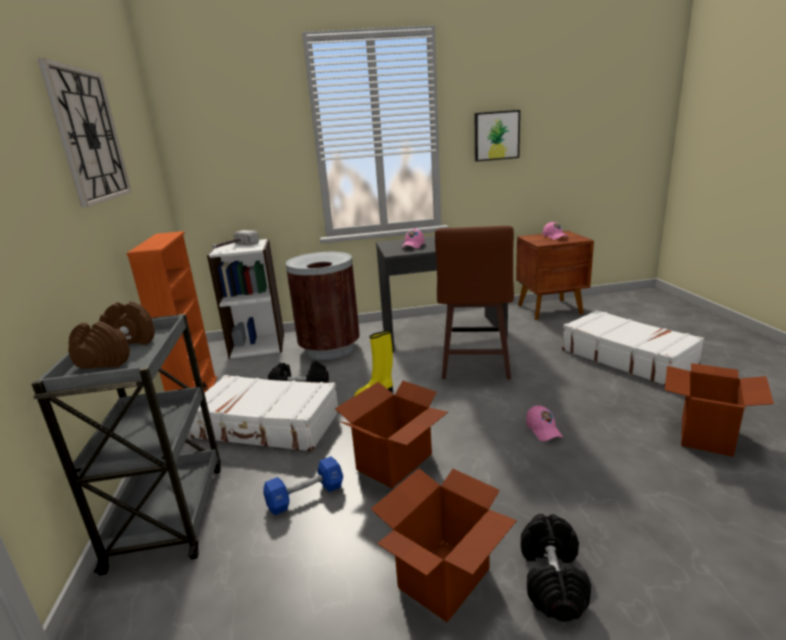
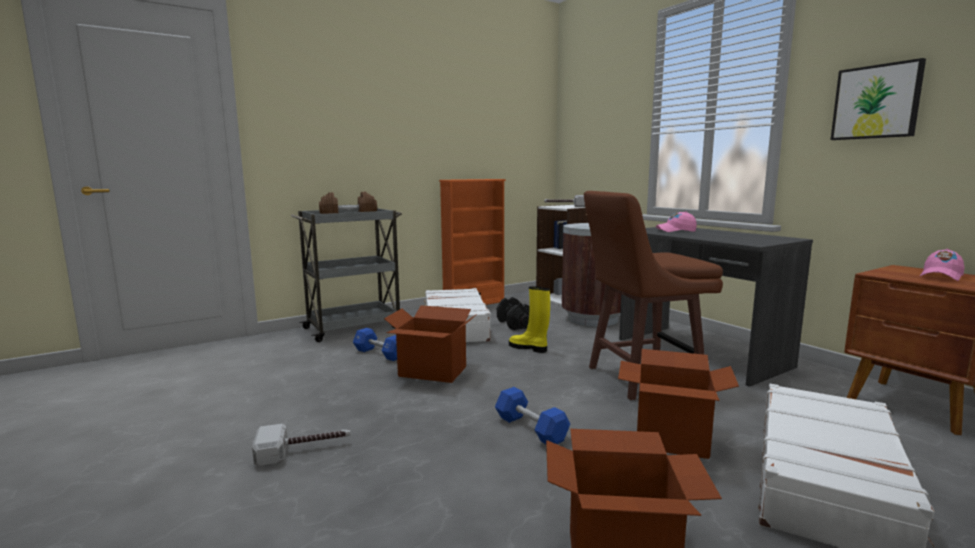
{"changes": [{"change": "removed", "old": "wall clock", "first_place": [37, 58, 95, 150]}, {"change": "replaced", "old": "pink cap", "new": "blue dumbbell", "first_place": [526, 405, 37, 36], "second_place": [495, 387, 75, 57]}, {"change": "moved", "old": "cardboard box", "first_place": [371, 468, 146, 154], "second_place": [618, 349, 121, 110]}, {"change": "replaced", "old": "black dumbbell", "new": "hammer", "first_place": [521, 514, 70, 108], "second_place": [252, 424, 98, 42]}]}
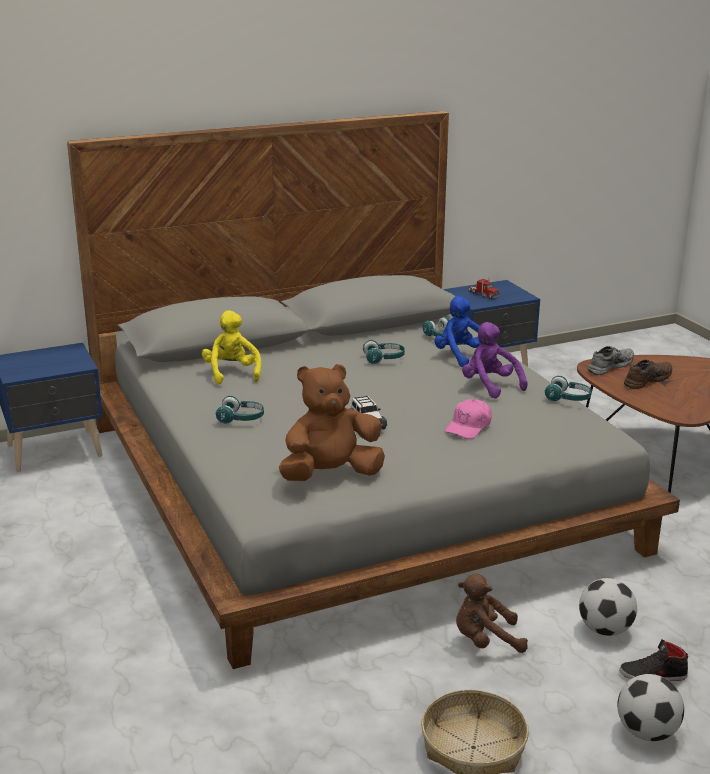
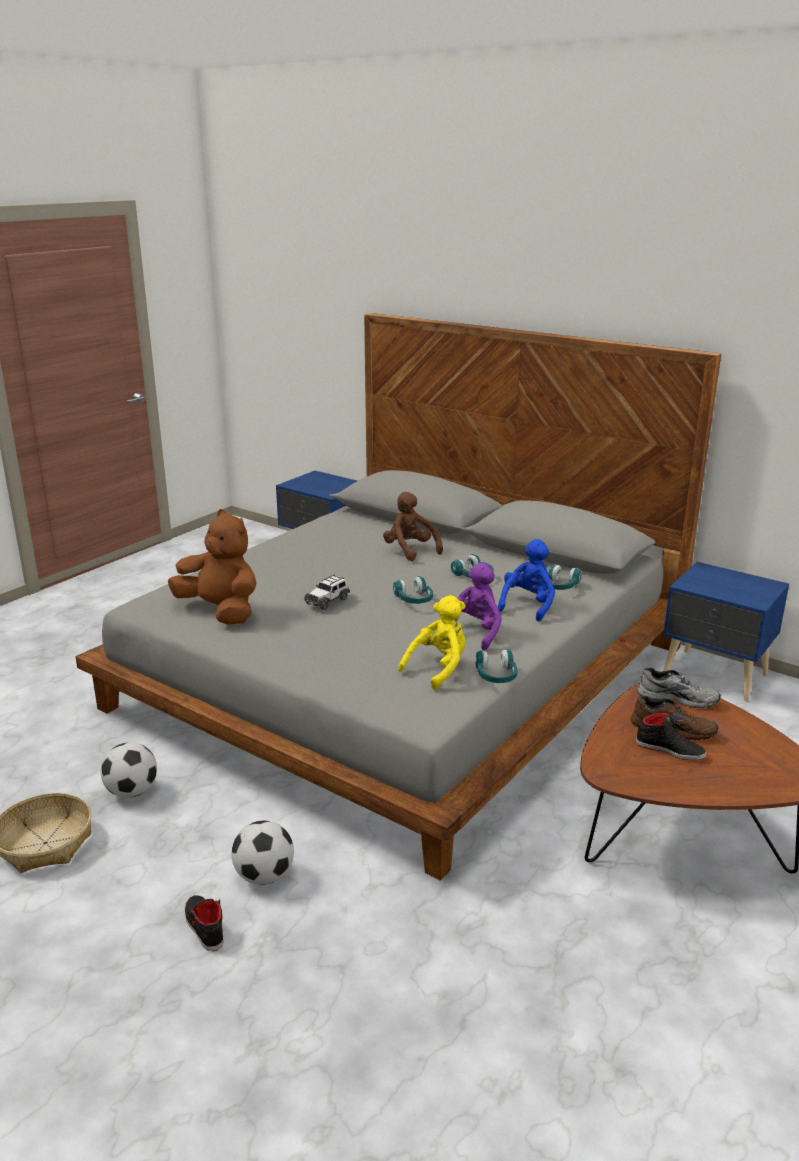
{"changes": [{"change": "removed", "old": "toy truck", "first_place": [468, 278, 31, 21]}, {"change": "moved", "old": "yellow plush toy", "first_place": [202, 310, 59, 75], "second_place": [398, 595, 68, 95]}, {"change": "moved", "old": "turquoise headphones", "first_place": [216, 396, 48, 28], "second_place": [393, 576, 40, 28]}, {"change": "removed", "old": "pink cap", "first_place": [445, 399, 47, 40]}, {"change": "moved", "old": "brown plush toy", "first_place": [456, 573, 72, 80], "second_place": [383, 492, 60, 69]}, {"change": "moved", "old": "football", "first_place": [617, 674, 67, 67], "second_place": [101, 742, 56, 56]}, {"change": "added", "new": "black shoe", "second_place": [635, 711, 71, 49]}]}
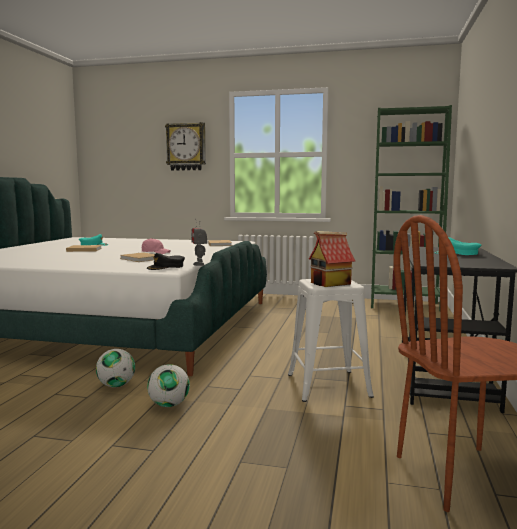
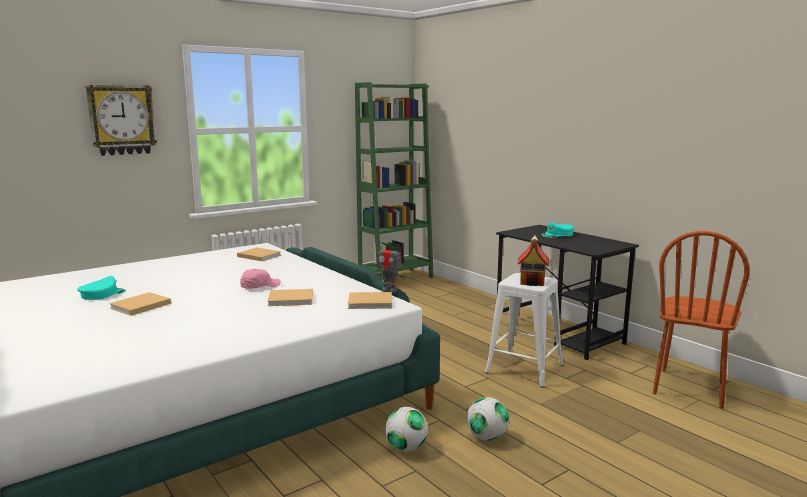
{"changes": [{"change": "replaced", "old": "black cap", "new": "beige book", "first_place": [147, 253, 38, 17], "second_place": [348, 292, 44, 17]}]}
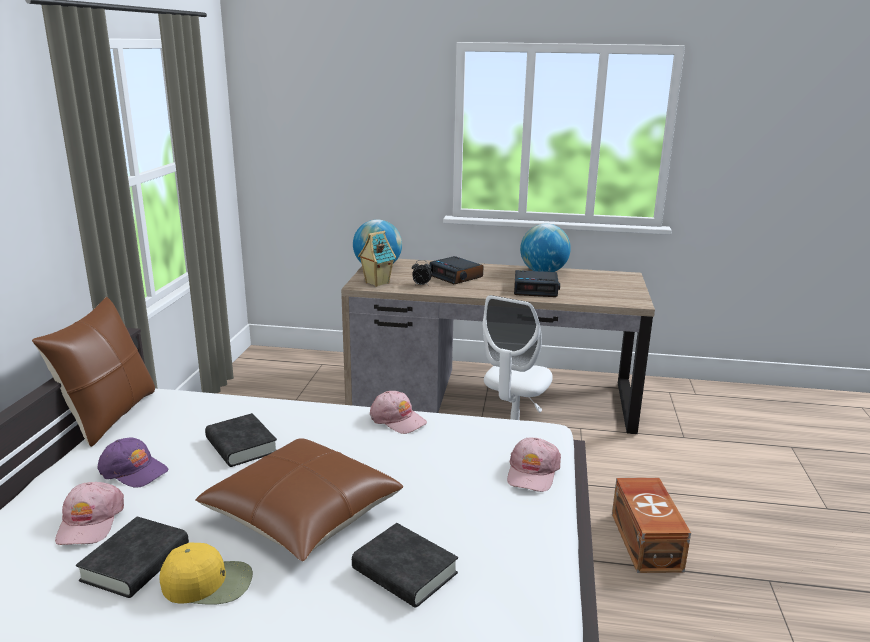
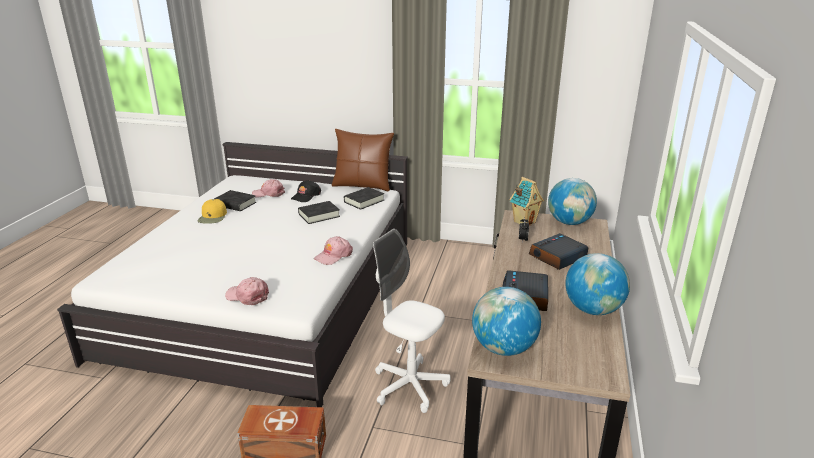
{"changes": [{"change": "recoloured", "old": "purple cap", "new": "black cap", "first_place": [97, 437, 71, 51], "second_place": [291, 180, 30, 22]}, {"change": "removed", "old": "brown pillow", "first_place": [195, 438, 208, 123]}, {"change": "moved", "old": "black book", "first_place": [352, 523, 106, 85], "second_place": [344, 187, 40, 23]}, {"change": "added", "new": "globe", "second_place": [472, 287, 69, 69]}]}
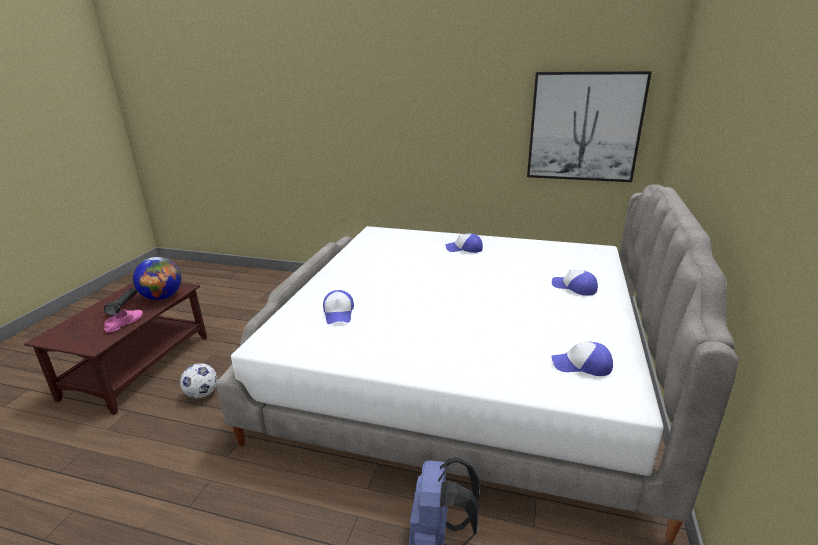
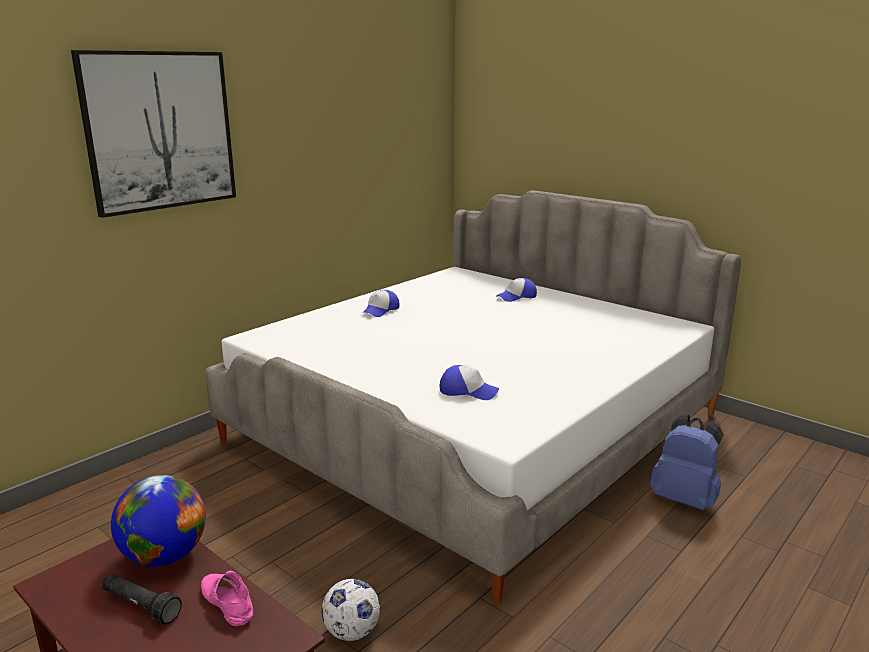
{"changes": [{"change": "moved", "old": "picture", "first_place": [527, 71, 125, 111], "second_place": [71, 50, 165, 168]}, {"change": "removed", "old": "cap", "first_place": [552, 341, 61, 35]}]}
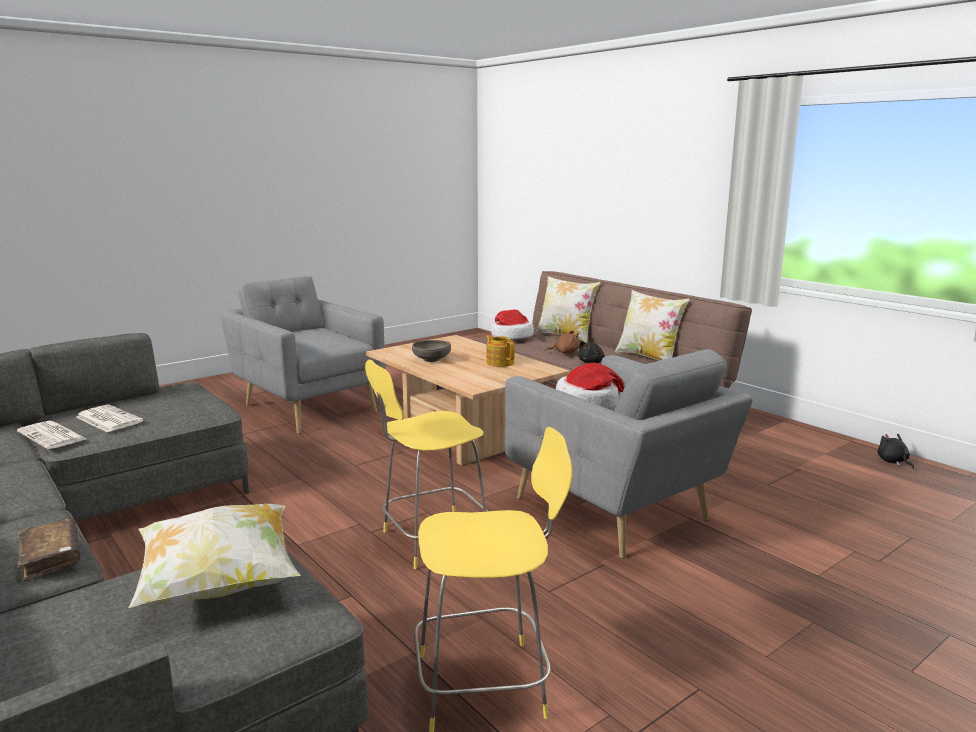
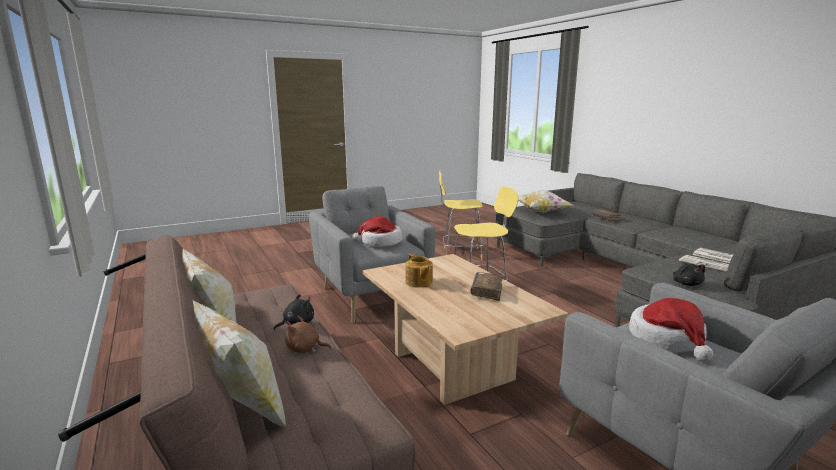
{"changes": [{"change": "moved", "old": "hat", "first_place": [491, 309, 43, 31], "second_place": [629, 298, 84, 64]}, {"change": "replaced", "old": "grey bowl", "new": "brown book", "first_place": [412, 340, 39, 22], "second_place": [470, 272, 33, 29]}, {"change": "moved", "old": "black plush toy", "first_place": [877, 434, 37, 35], "second_place": [673, 264, 32, 22]}]}
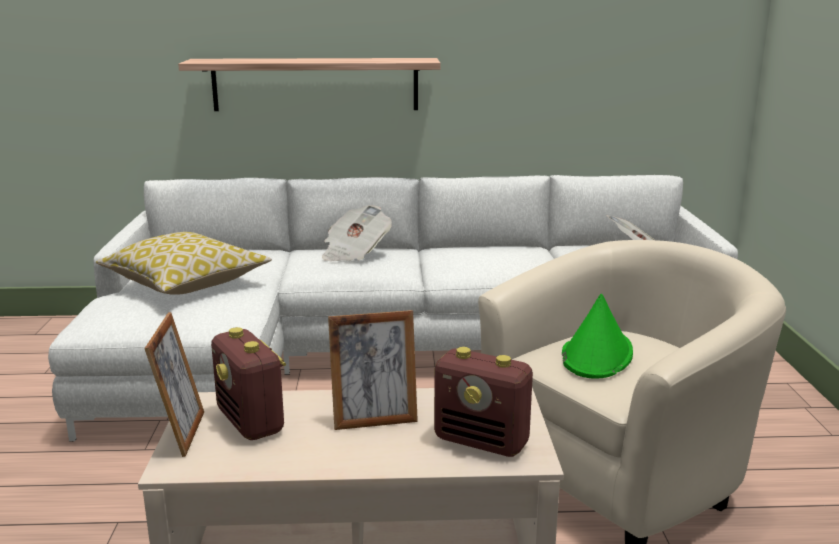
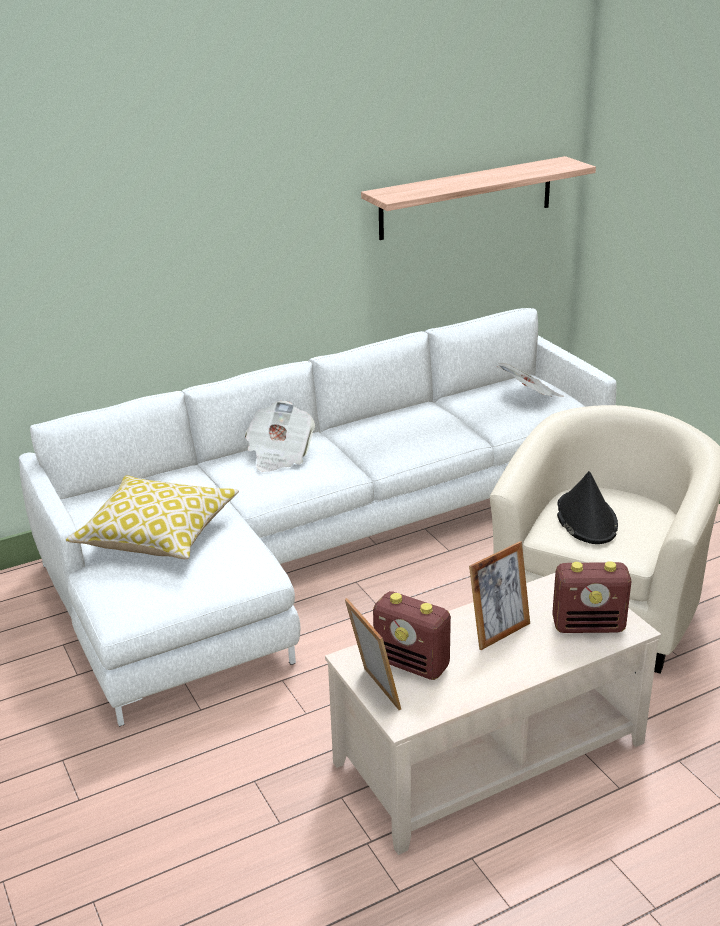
{"changes": [{"change": "moved", "old": "shelf", "first_place": [178, 58, 262, 53], "second_place": [361, 156, 235, 84]}, {"change": "recoloured", "old": "green hat", "new": "black hat", "first_place": [562, 294, 71, 85], "second_place": [557, 471, 61, 73]}]}
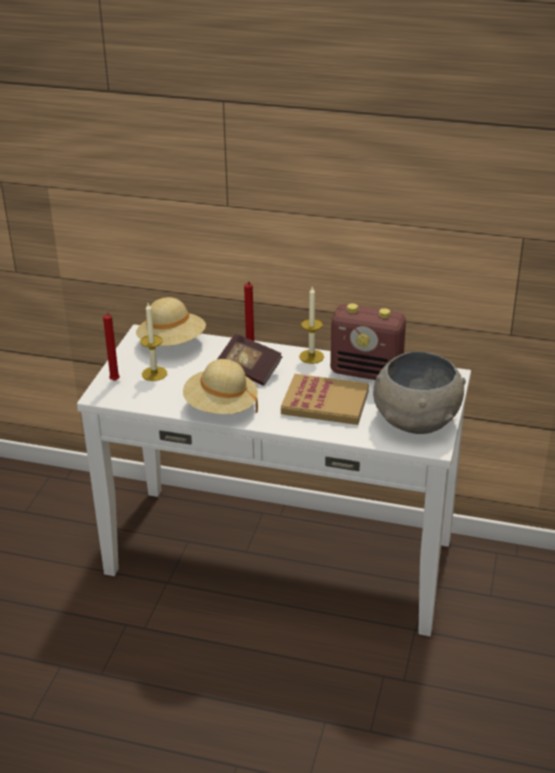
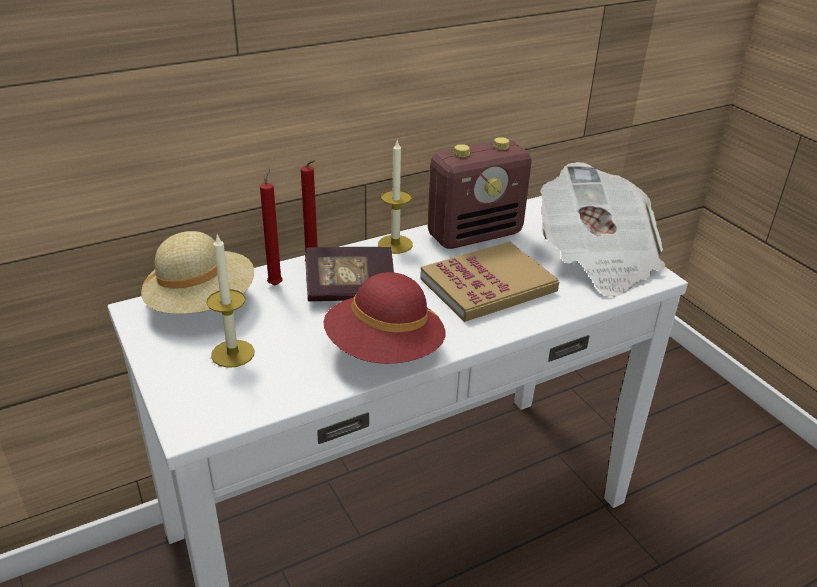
{"changes": [{"change": "moved", "old": "red candle", "first_place": [103, 306, 17, 75], "second_place": [260, 167, 23, 119]}, {"change": "replaced", "old": "grey bowl", "new": "newspaper", "first_place": [373, 351, 93, 83], "second_place": [541, 162, 124, 135]}, {"change": "recoloured", "old": "beige hat", "new": "red hat", "first_place": [183, 359, 75, 55], "second_place": [323, 272, 123, 92]}]}
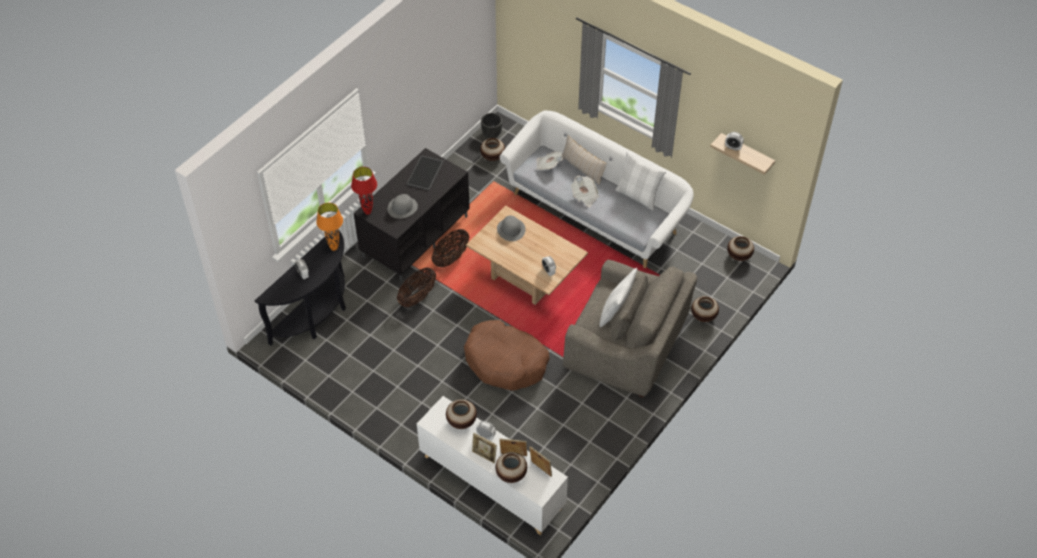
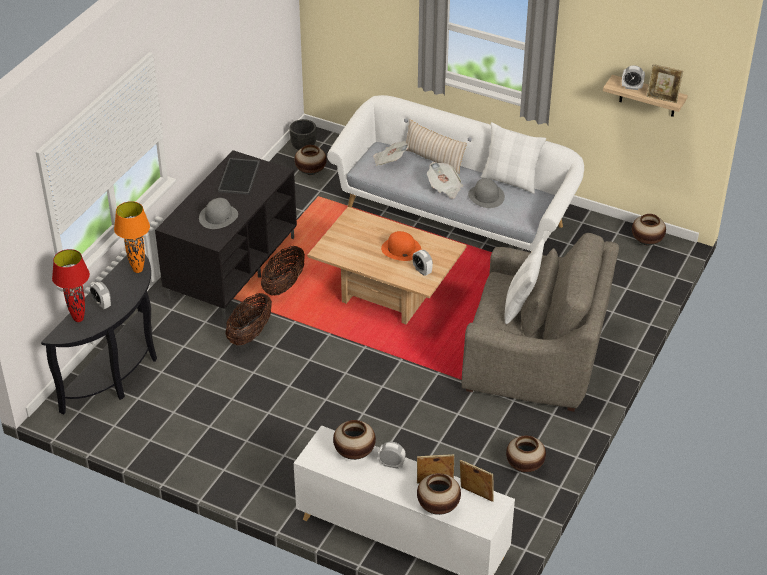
{"changes": [{"change": "moved", "old": "red table lamp", "first_place": [351, 167, 26, 48], "second_place": [52, 249, 38, 73]}, {"change": "moved", "old": "grey hat", "first_place": [497, 215, 29, 26], "second_place": [468, 178, 37, 30]}, {"change": "moved", "old": "vase", "first_place": [691, 296, 28, 26], "second_place": [506, 435, 40, 38]}, {"change": "removed", "old": "brown dog bed", "first_place": [464, 320, 86, 71]}, {"change": "moved", "old": "picture frame", "first_place": [472, 433, 25, 31], "second_place": [647, 64, 36, 39]}, {"change": "added", "new": "orange hat", "second_place": [381, 231, 40, 30]}]}
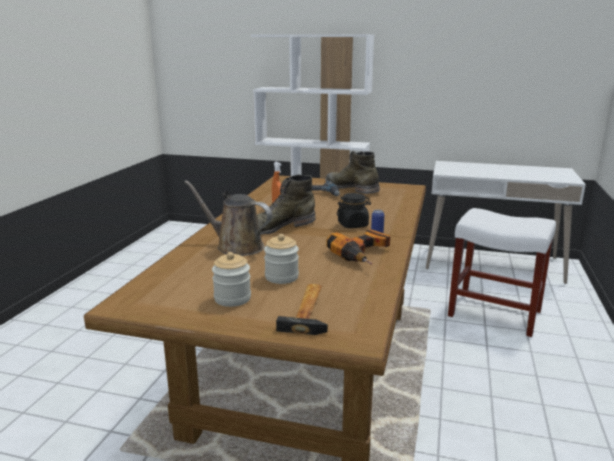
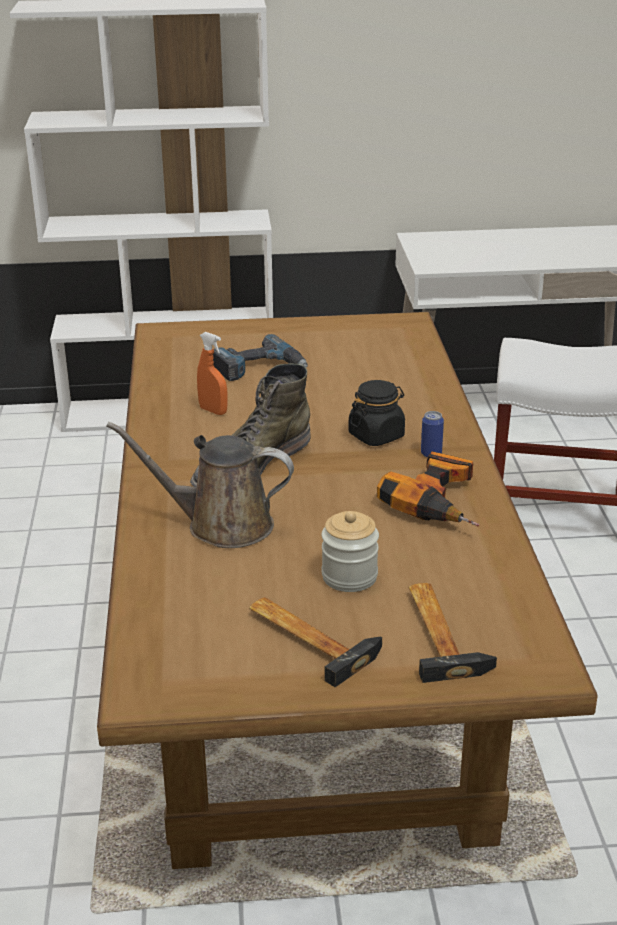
{"changes": [{"change": "removed", "old": "green boot", "first_place": [325, 151, 55, 43]}, {"change": "replaced", "old": "jar", "new": "hammer", "first_place": [212, 252, 39, 55], "second_place": [249, 597, 133, 90]}]}
